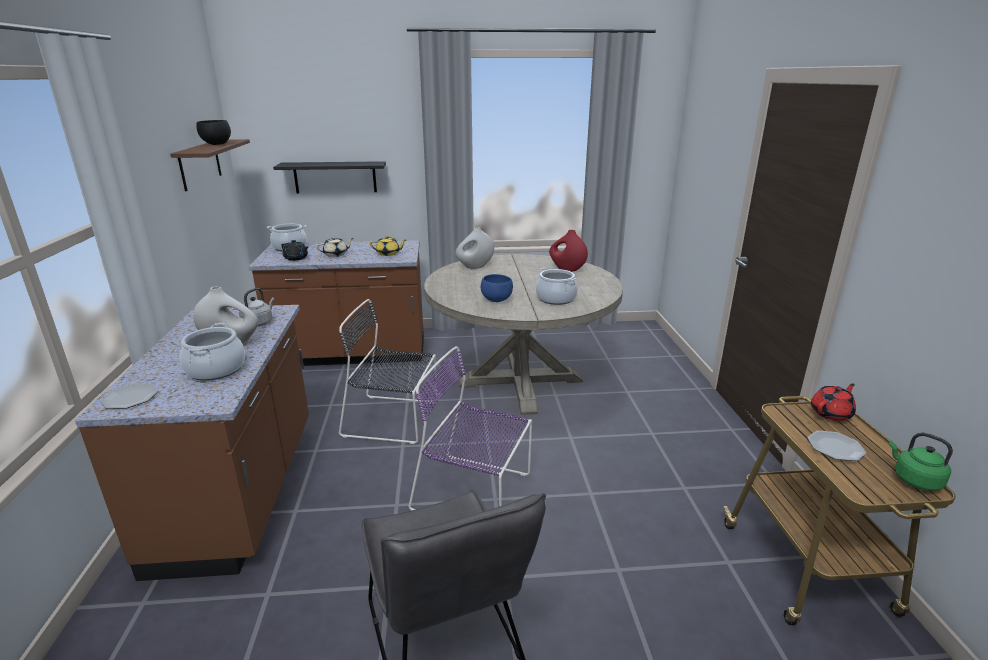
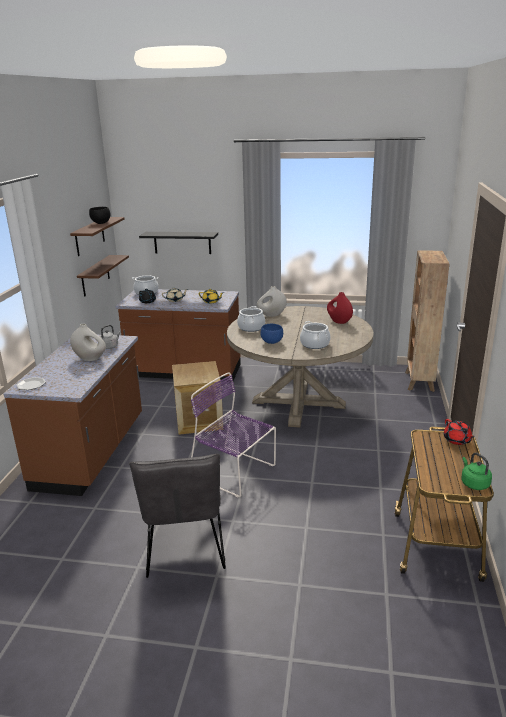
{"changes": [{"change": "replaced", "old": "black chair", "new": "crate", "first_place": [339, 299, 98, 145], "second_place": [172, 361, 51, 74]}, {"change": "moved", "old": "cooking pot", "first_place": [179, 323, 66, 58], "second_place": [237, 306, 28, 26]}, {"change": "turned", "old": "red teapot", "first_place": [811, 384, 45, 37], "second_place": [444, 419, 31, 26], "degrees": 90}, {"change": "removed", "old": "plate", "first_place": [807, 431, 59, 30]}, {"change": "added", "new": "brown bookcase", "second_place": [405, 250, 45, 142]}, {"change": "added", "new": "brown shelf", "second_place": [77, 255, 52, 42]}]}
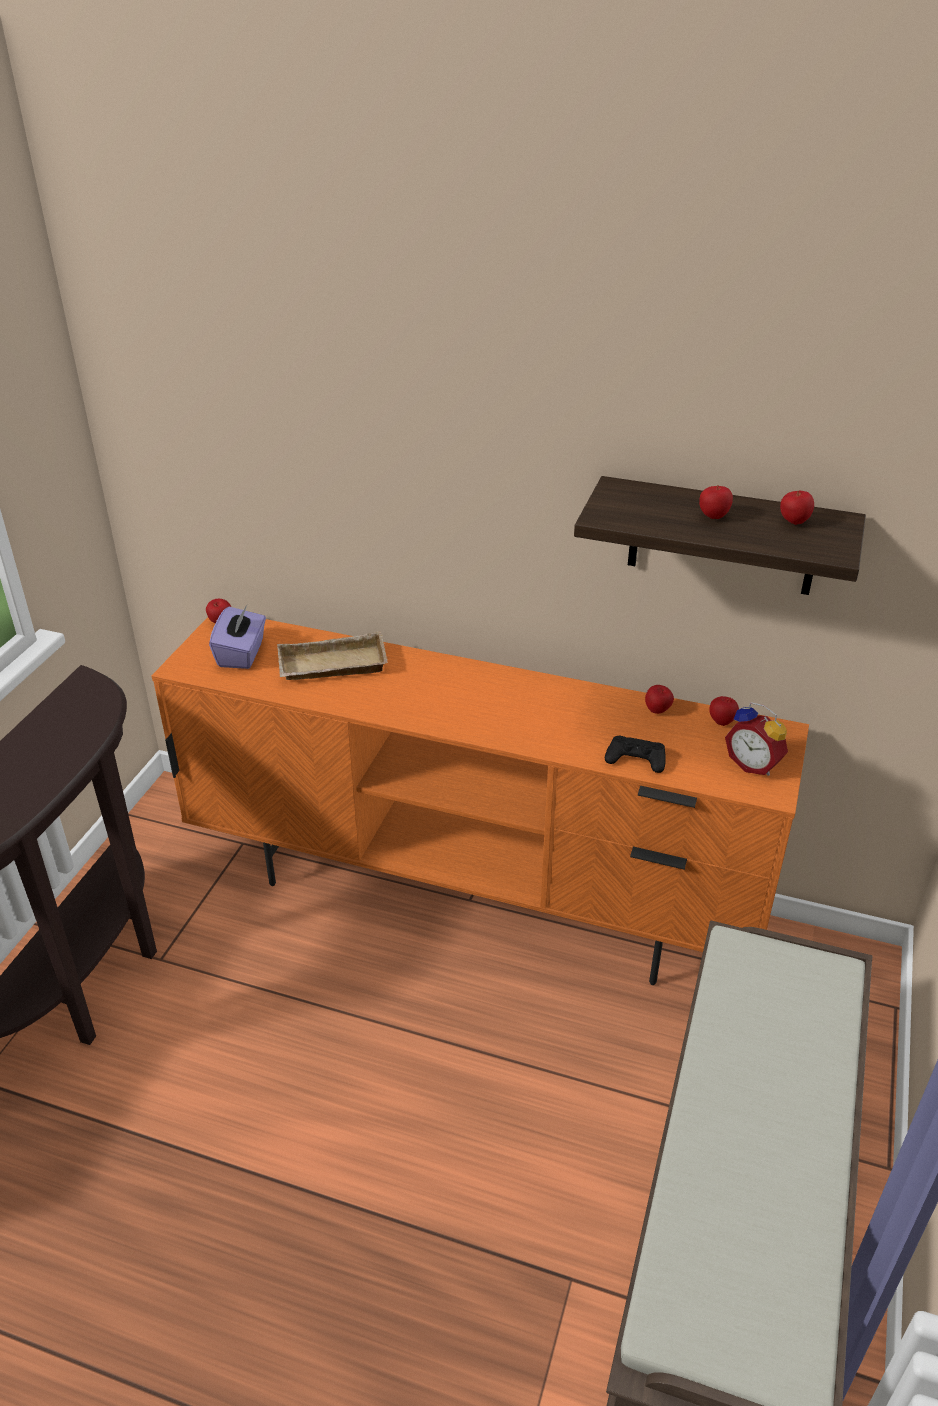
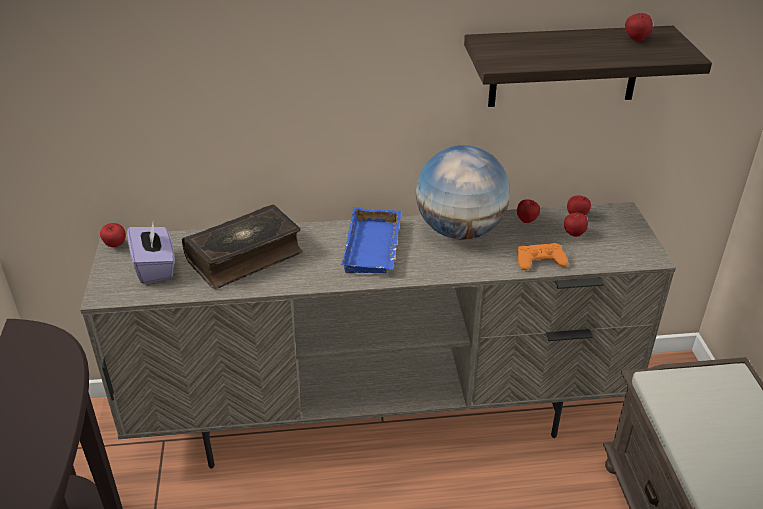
{"changes": [{"change": "moved", "old": "apple", "first_place": [699, 485, 34, 34], "second_place": [564, 213, 24, 24]}, {"change": "recoloured", "old": "orange tv stand", "new": "beige tv stand", "first_place": [152, 617, 657, 368], "second_place": [80, 202, 596, 266]}, {"change": "replaced", "old": "beige tray", "new": "book", "first_place": [277, 631, 111, 49], "second_place": [182, 205, 121, 84]}, {"change": "removed", "old": "alarm clock", "first_place": [725, 702, 63, 74]}, {"change": "recoloured", "old": "black game controller", "new": "orange game controller", "first_place": [605, 736, 60, 37], "second_place": [517, 243, 51, 27]}, {"change": "added", "new": "globe", "second_place": [416, 145, 94, 95]}, {"change": "added", "new": "blue tray", "second_place": [341, 207, 60, 66]}]}
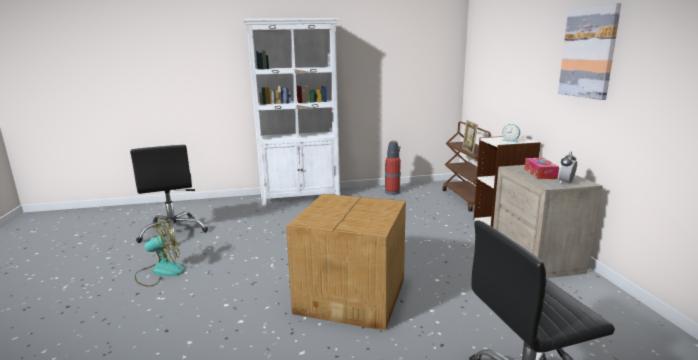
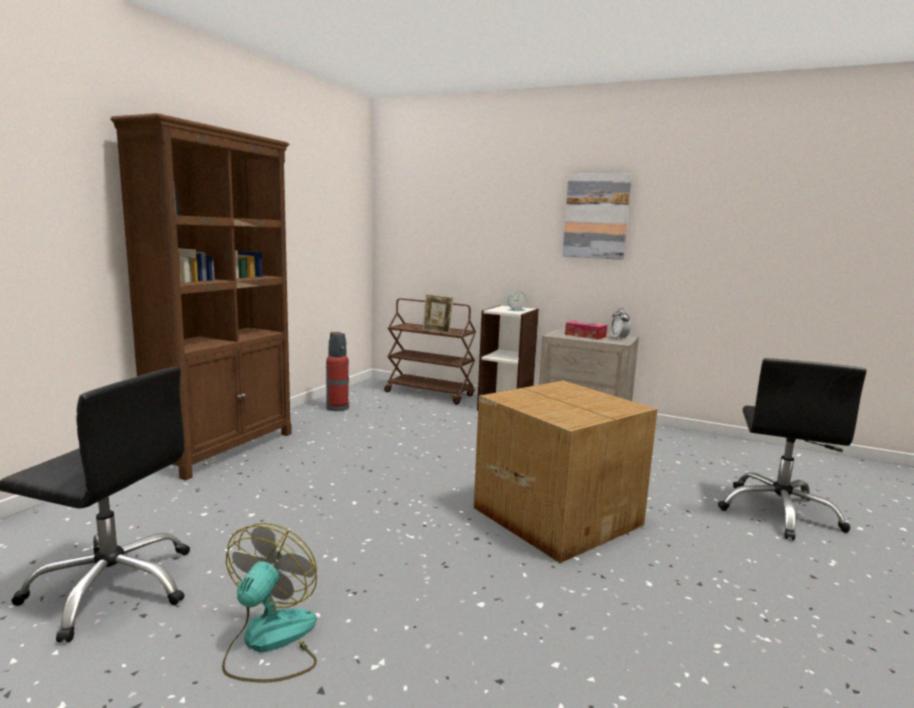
{"changes": [{"change": "recoloured", "old": "white bookcase", "new": "brown bookcase", "first_place": [243, 18, 97, 188], "second_place": [111, 113, 181, 368]}]}
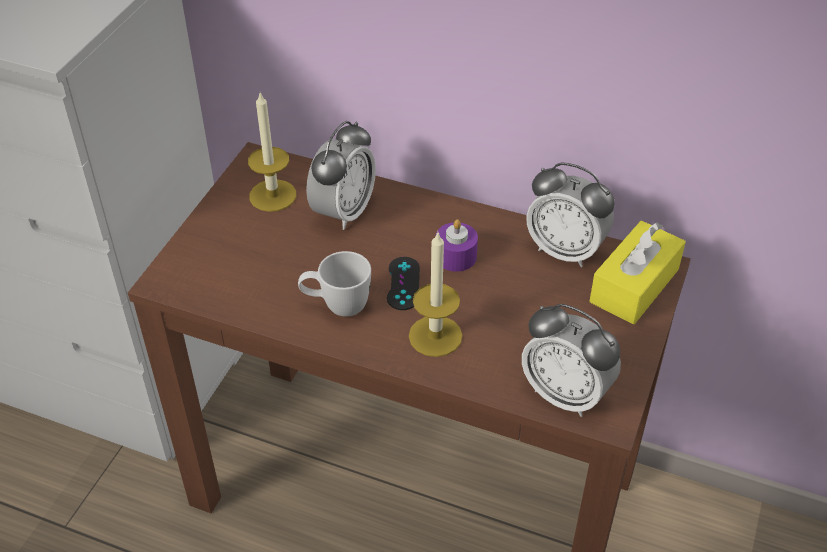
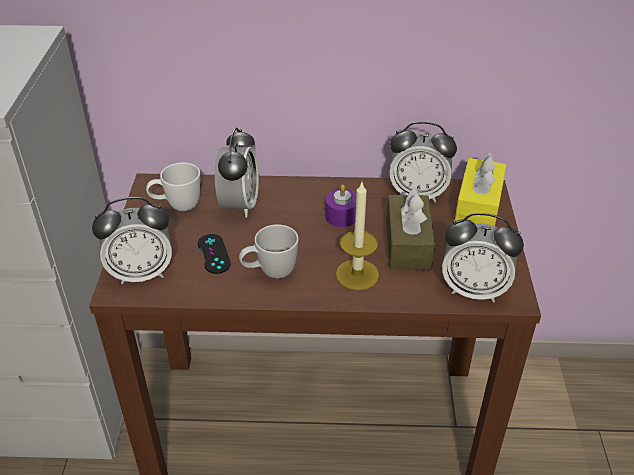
{"changes": [{"change": "replaced", "old": "candle", "new": "white mug", "first_place": [248, 93, 49, 119], "second_place": [146, 162, 55, 49]}, {"change": "moved", "old": "black game controller", "first_place": [387, 257, 33, 53], "second_place": [198, 234, 33, 40]}, {"change": "added", "new": "brown tissue box", "second_place": [386, 188, 49, 82]}, {"change": "added", "new": "alarm clock", "second_place": [92, 197, 80, 88]}]}
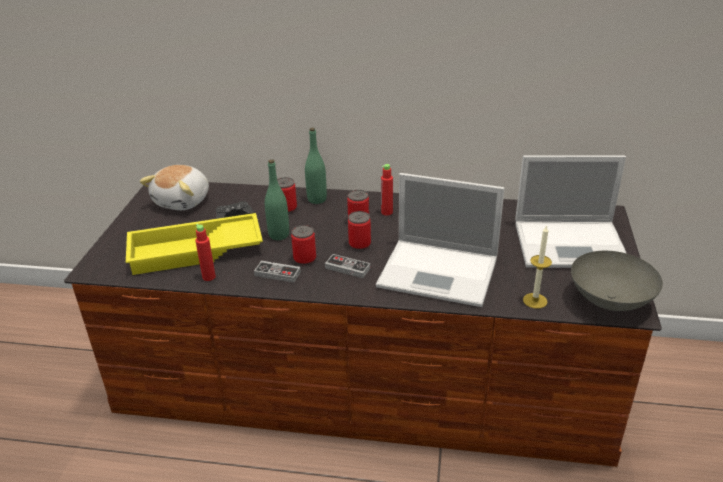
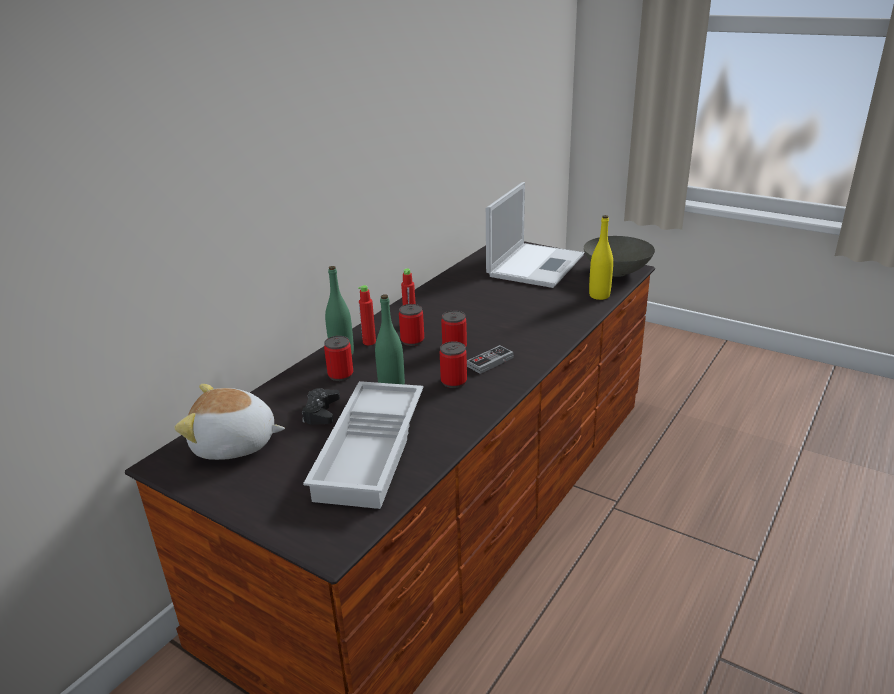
{"changes": [{"change": "turned", "old": "plush toy", "first_place": [140, 165, 69, 45], "second_place": [175, 384, 110, 76], "degrees": 135}, {"change": "removed", "old": "laptop", "first_place": [376, 173, 129, 134]}, {"change": "recoloured", "old": "yellow tray", "new": "white tray", "first_place": [126, 213, 137, 62], "second_place": [303, 381, 120, 128]}, {"change": "moved", "old": "red bottle", "first_place": [195, 224, 21, 57], "second_place": [358, 285, 18, 60]}, {"change": "replaced", "old": "candle", "new": "yellow bottle", "first_place": [523, 225, 29, 84], "second_place": [589, 215, 24, 85]}, {"change": "removed", "old": "game controller", "first_place": [254, 261, 47, 22]}]}
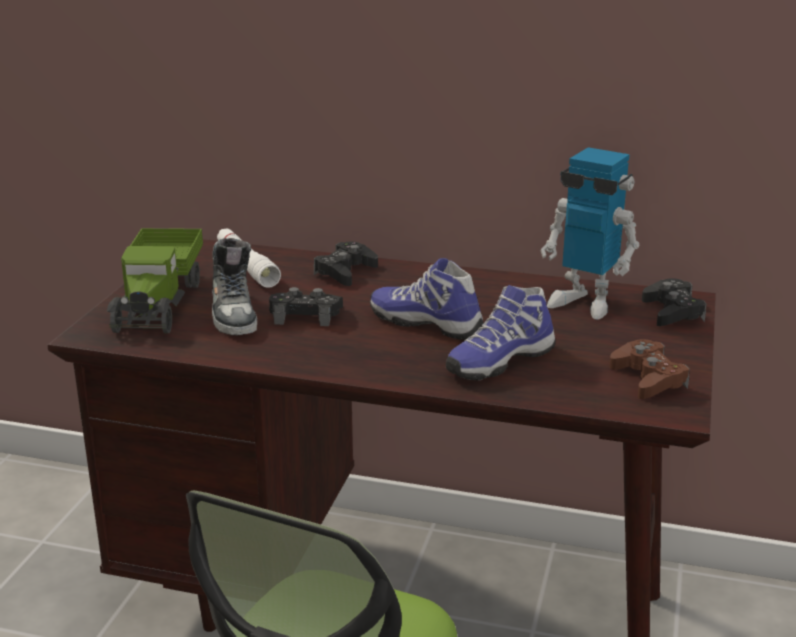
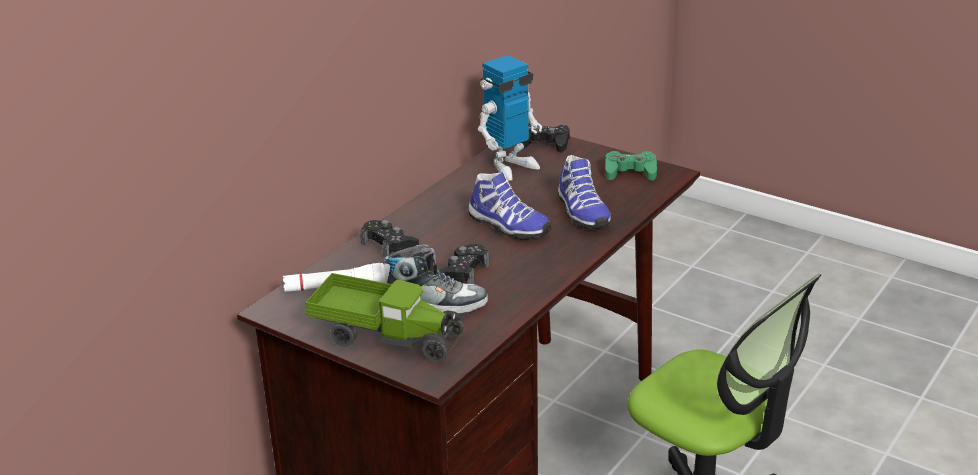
{"changes": [{"change": "turned", "old": "shoe", "first_place": [370, 258, 114, 82], "second_place": [468, 172, 83, 68], "degrees": -105}, {"change": "recoloured", "old": "brown game controller", "new": "green game controller", "first_place": [609, 339, 81, 60], "second_place": [605, 151, 52, 30]}]}
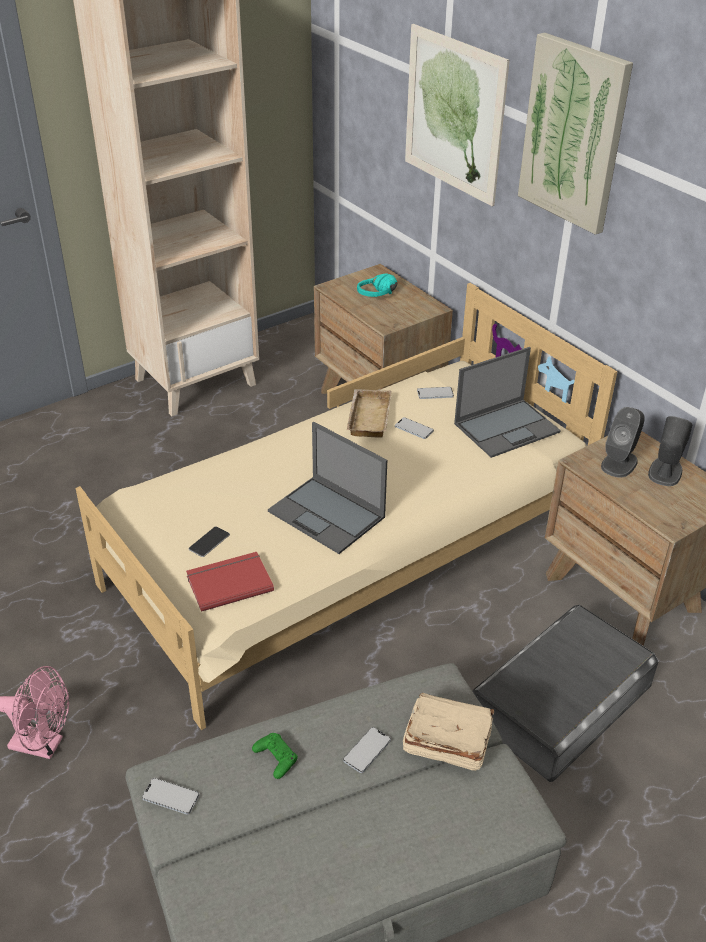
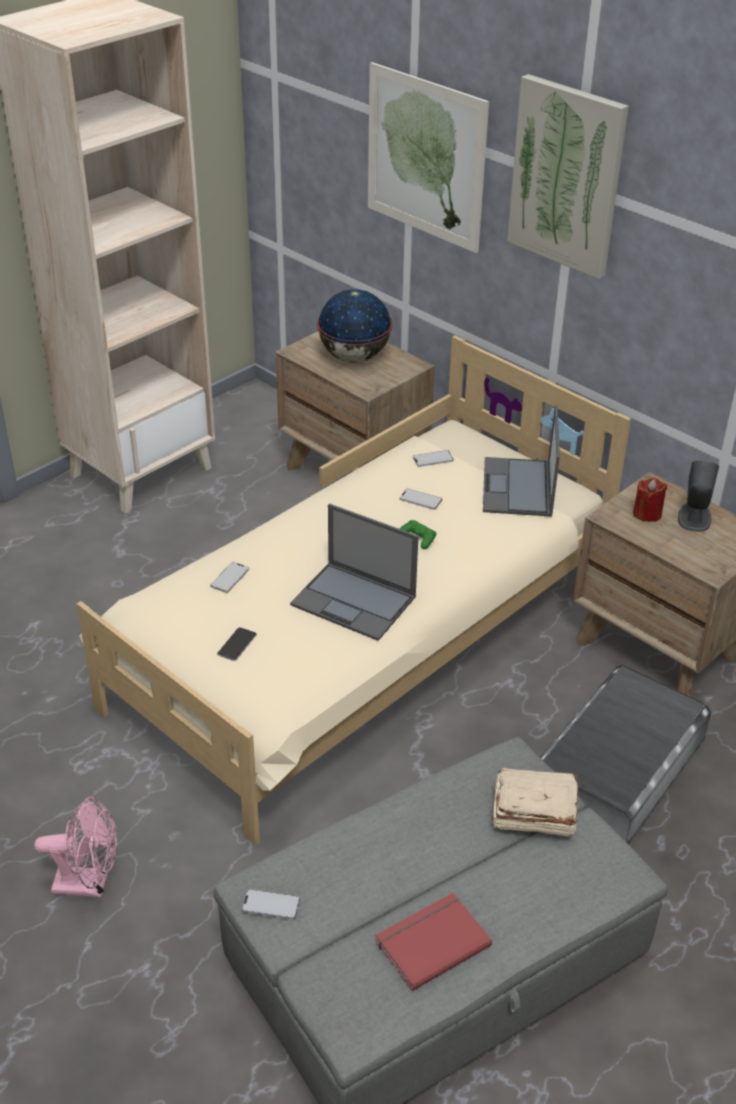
{"changes": [{"change": "replaced", "old": "turquoise headphones", "new": "globe", "first_place": [357, 273, 40, 24], "second_place": [317, 289, 75, 74]}, {"change": "turned", "old": "laptop", "first_place": [454, 347, 107, 111], "second_place": [483, 405, 77, 112], "degrees": 135}, {"change": "removed", "old": "beige tray", "first_place": [347, 389, 45, 49]}, {"change": "replaced", "old": "grey speaker", "new": "red candle", "first_place": [601, 407, 44, 71], "second_place": [633, 478, 34, 44]}, {"change": "moved", "old": "red book", "first_place": [186, 552, 88, 60], "second_place": [375, 893, 117, 98]}, {"change": "moved", "old": "phone", "first_place": [343, 727, 48, 46], "second_place": [210, 562, 39, 31]}, {"change": "moved", "old": "green game controller", "first_place": [252, 733, 45, 46], "second_place": [400, 520, 36, 29]}]}
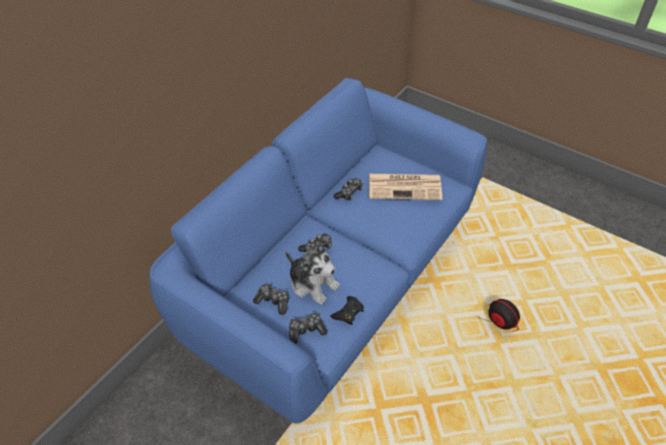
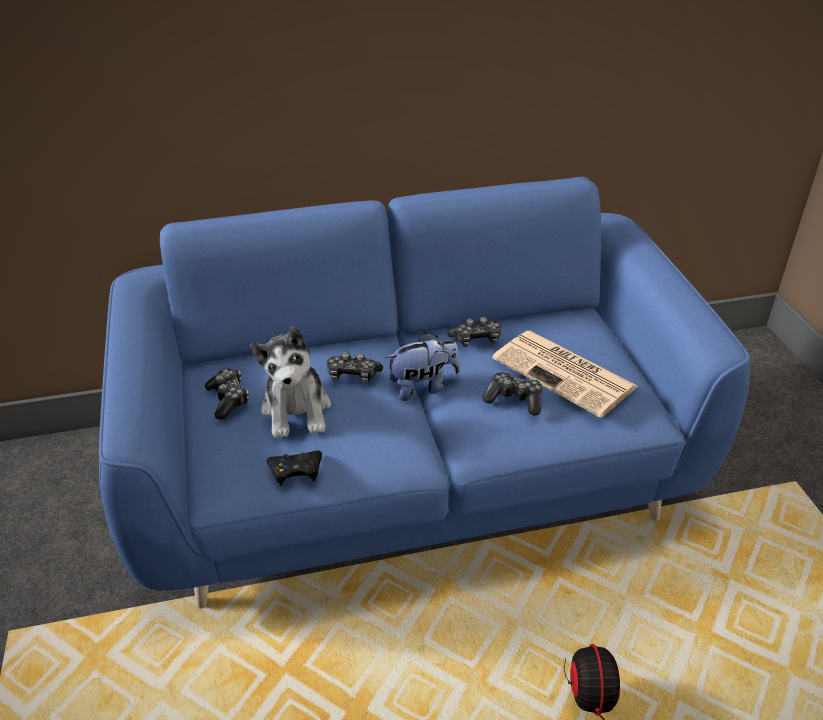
{"changes": [{"change": "moved", "old": "game controller", "first_place": [289, 312, 38, 32], "second_place": [483, 372, 59, 44]}, {"change": "added", "new": "plush toy", "second_place": [385, 332, 75, 69]}]}
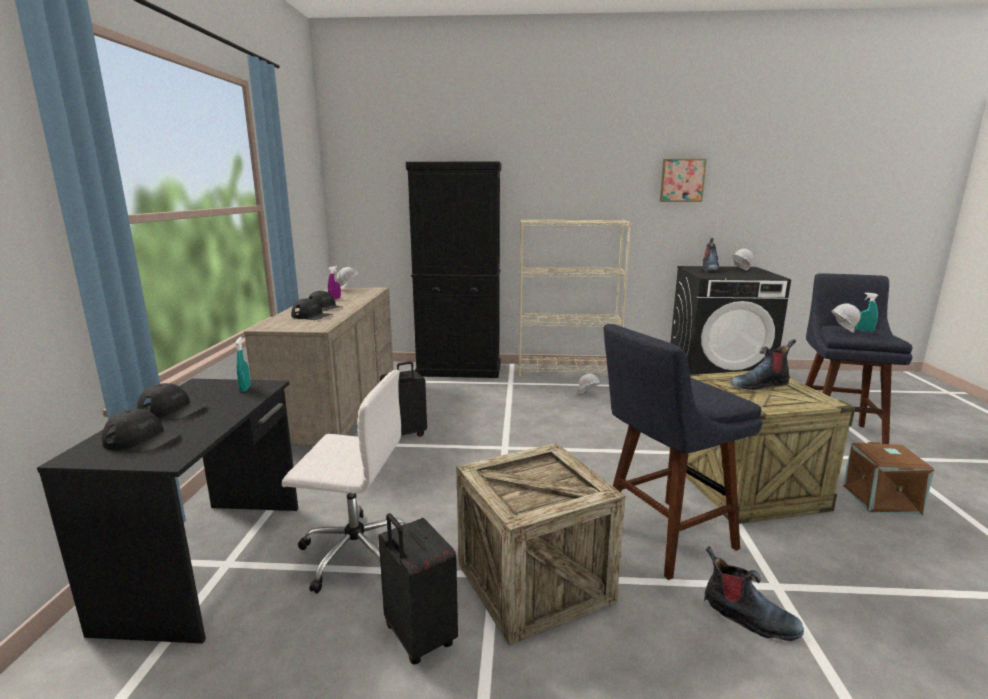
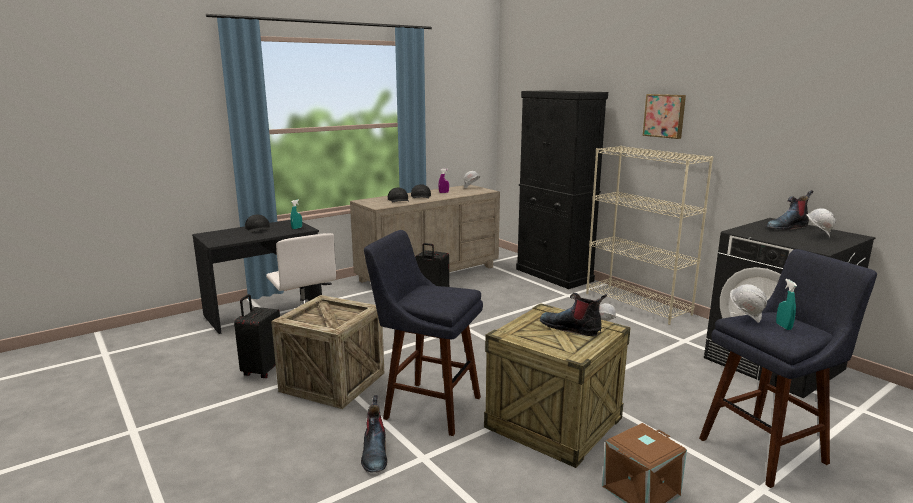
{"changes": [{"change": "moved", "old": "picture", "first_place": [660, 159, 47, 43], "second_place": [643, 94, 43, 45]}, {"change": "removed", "old": "black cap", "first_place": [102, 409, 80, 43]}]}
